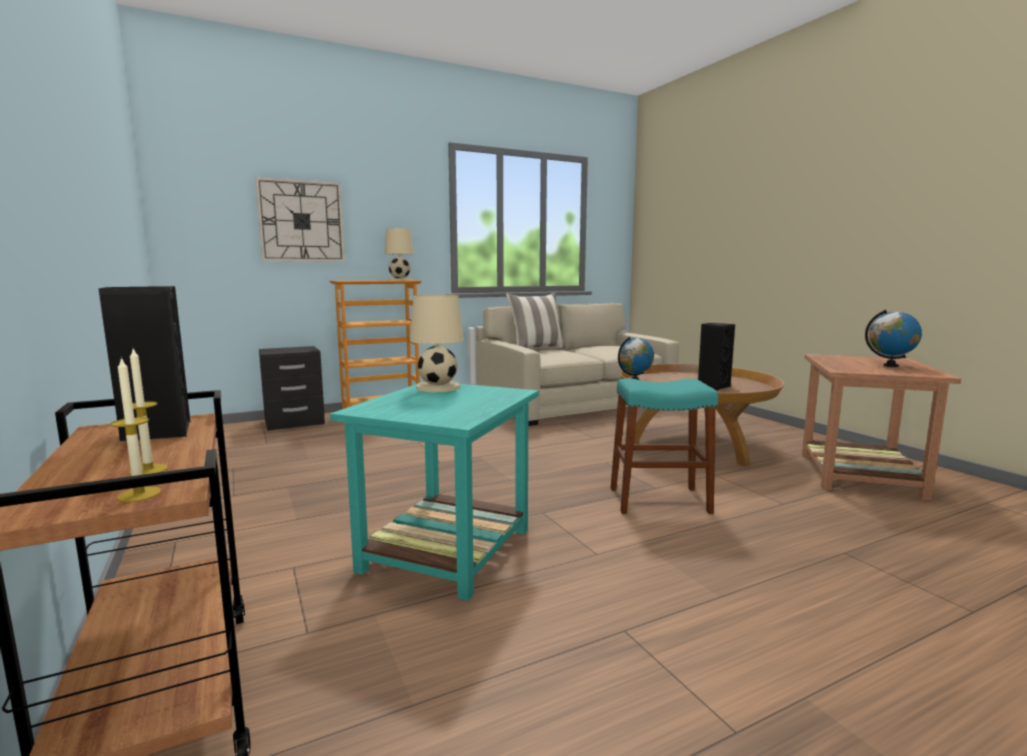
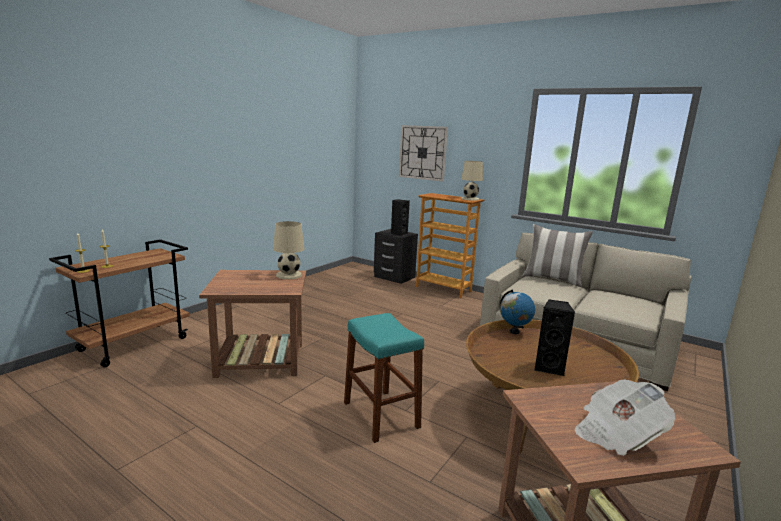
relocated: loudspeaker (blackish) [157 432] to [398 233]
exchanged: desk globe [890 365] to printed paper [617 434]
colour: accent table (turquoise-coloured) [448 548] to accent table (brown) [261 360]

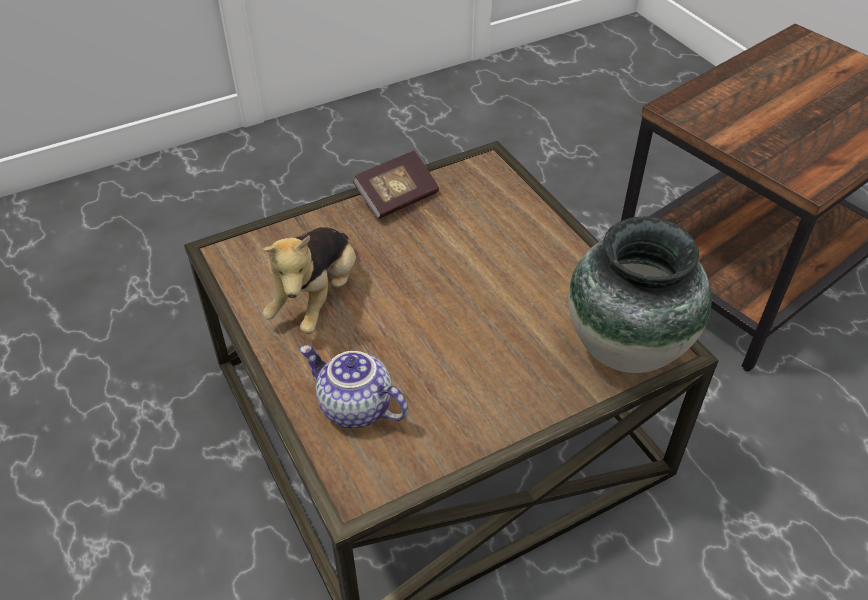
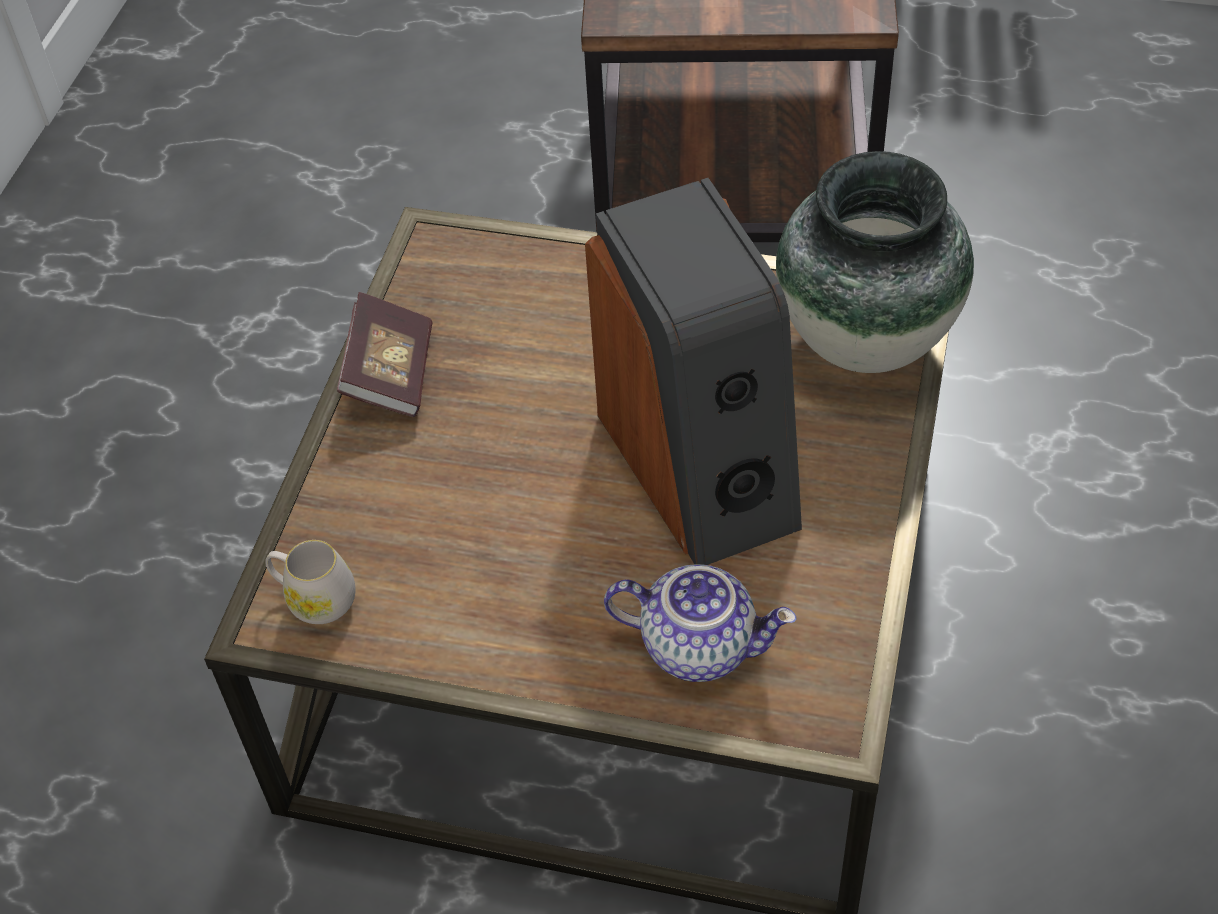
missing: cuddly toy [317 298]
appeared: mug (whitish) [314 599]; loudspeaker [701 466]
spun: tea pot [354 408] = [700 644] 150 degrees counterclockwise

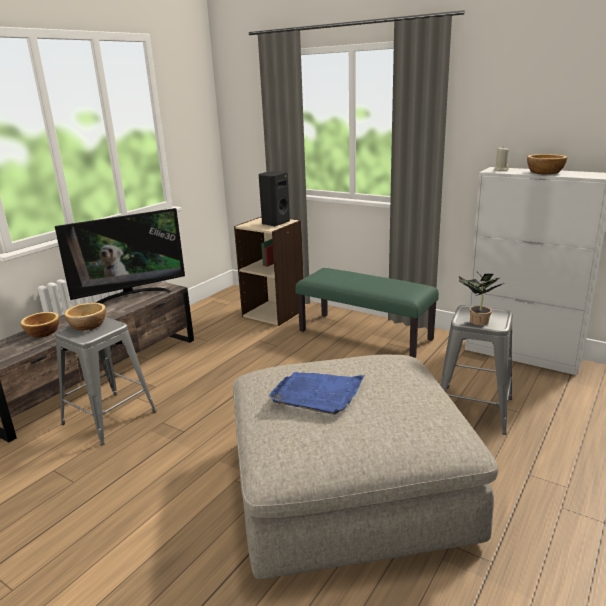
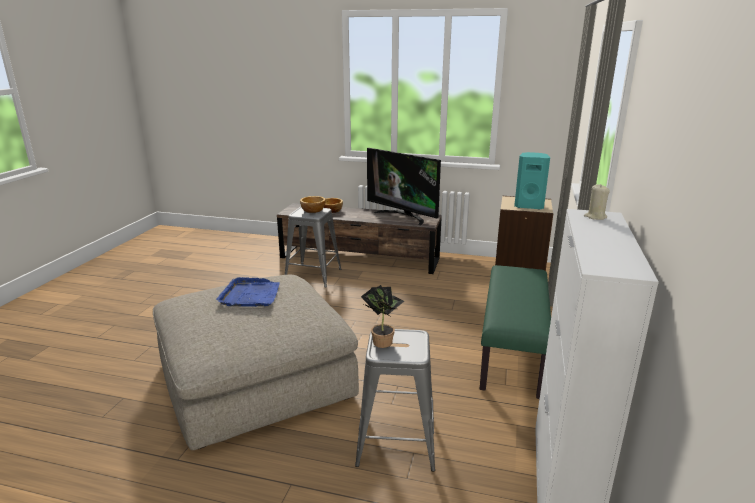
missing: bowl [544 172]
colour: loudspeaker (blackish) [274 223] to loudspeaker (turquoise-coloured) [529 206]

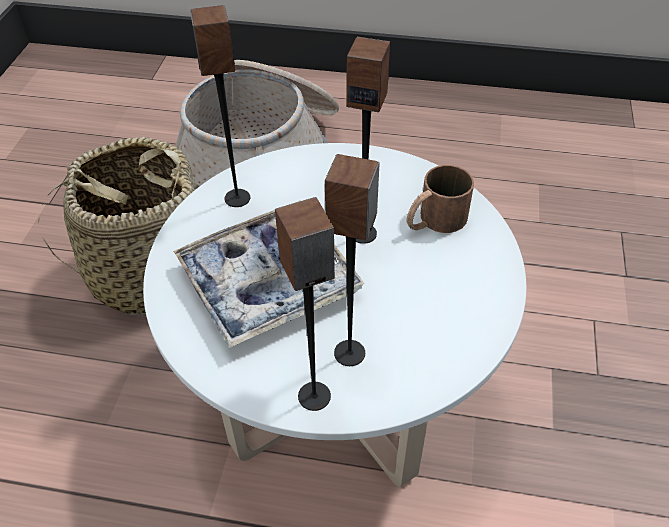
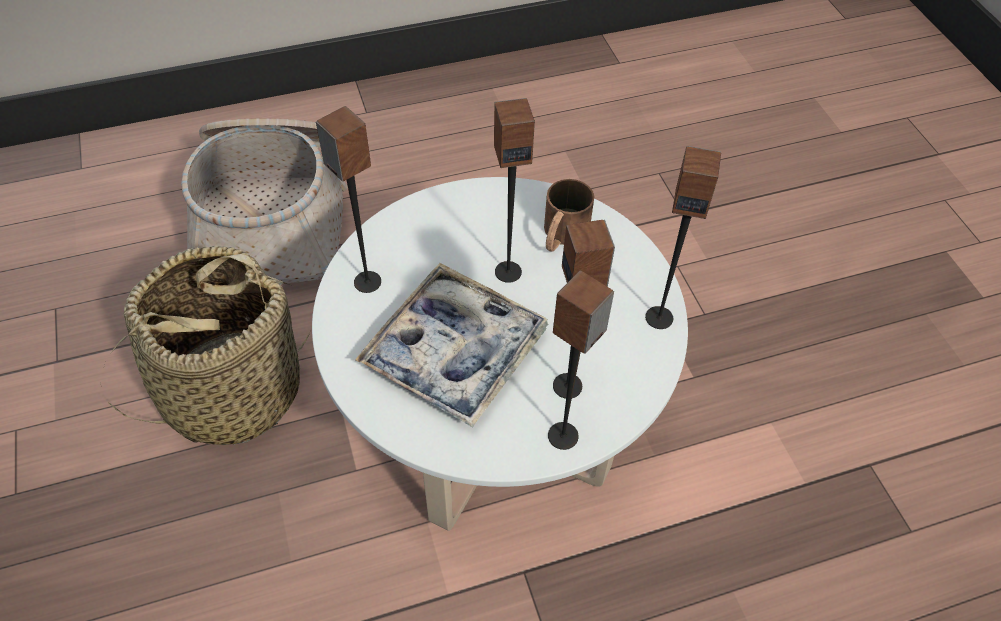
appeared: loudspeaker [659 317]

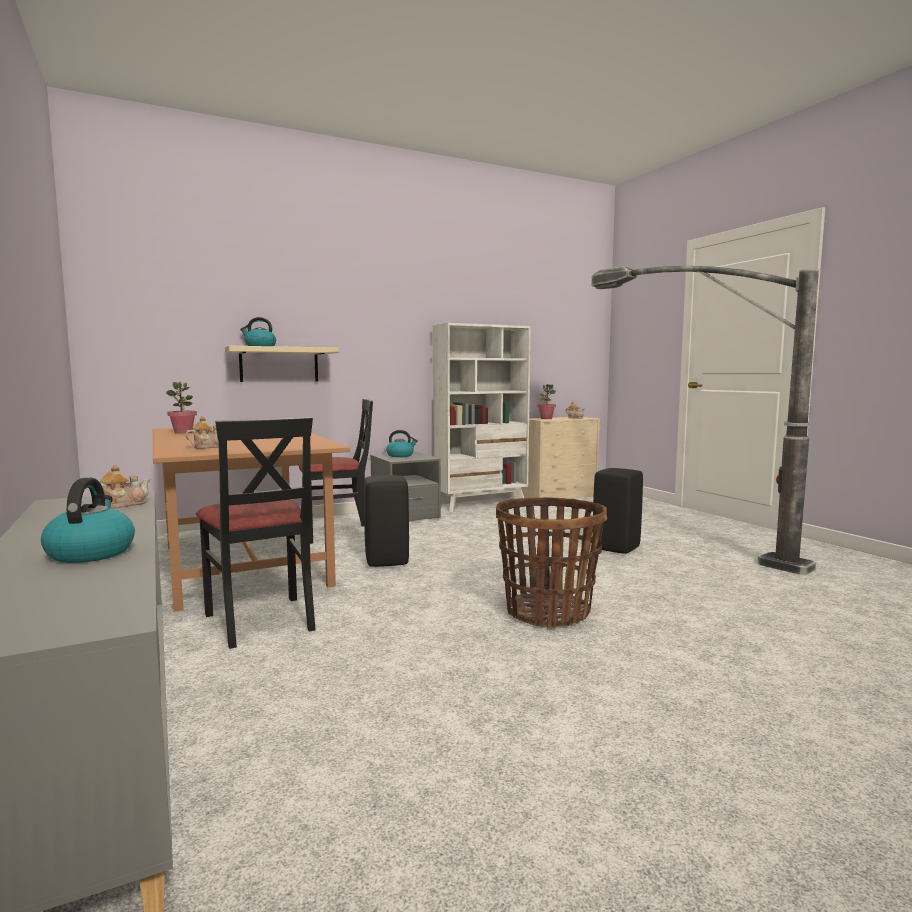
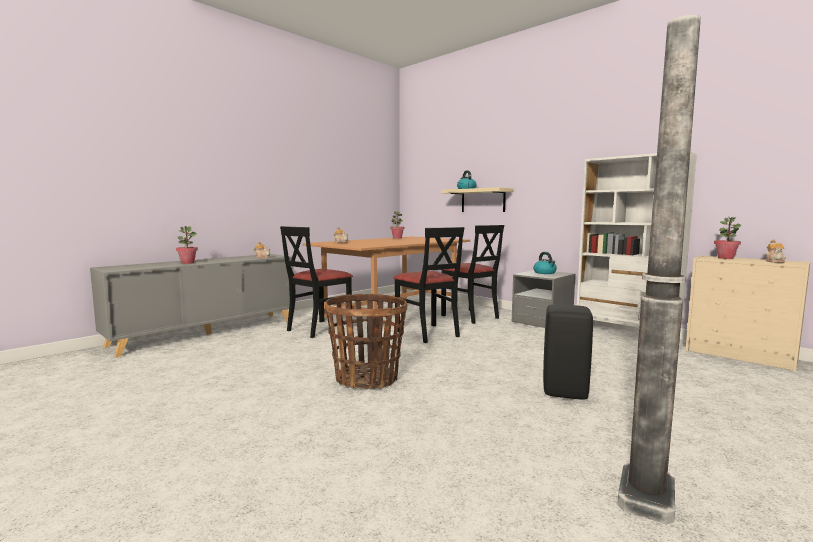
exchanged: water kettle [91 553] to plant in a pot [187 263]; stool (blackish) [387 562] to plain chair (blackish) [427 333]

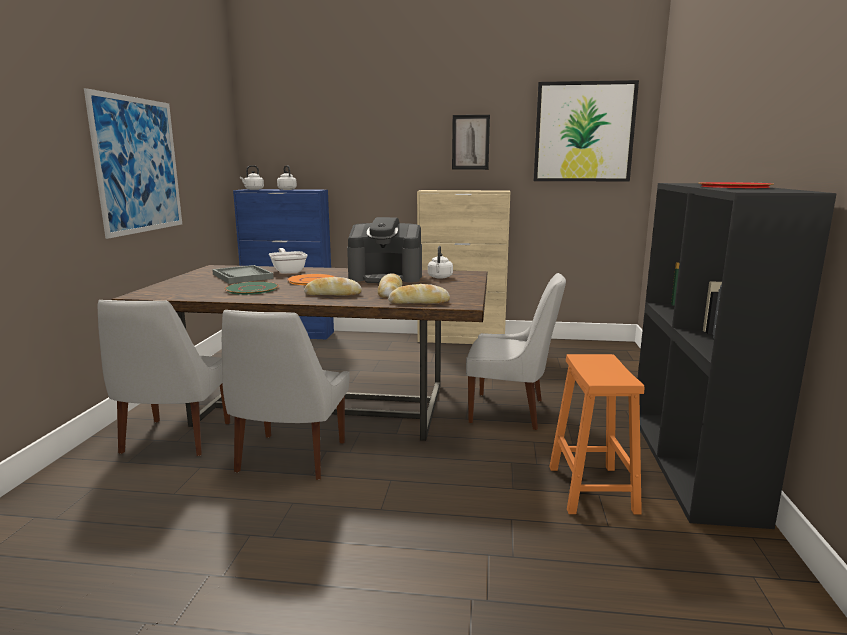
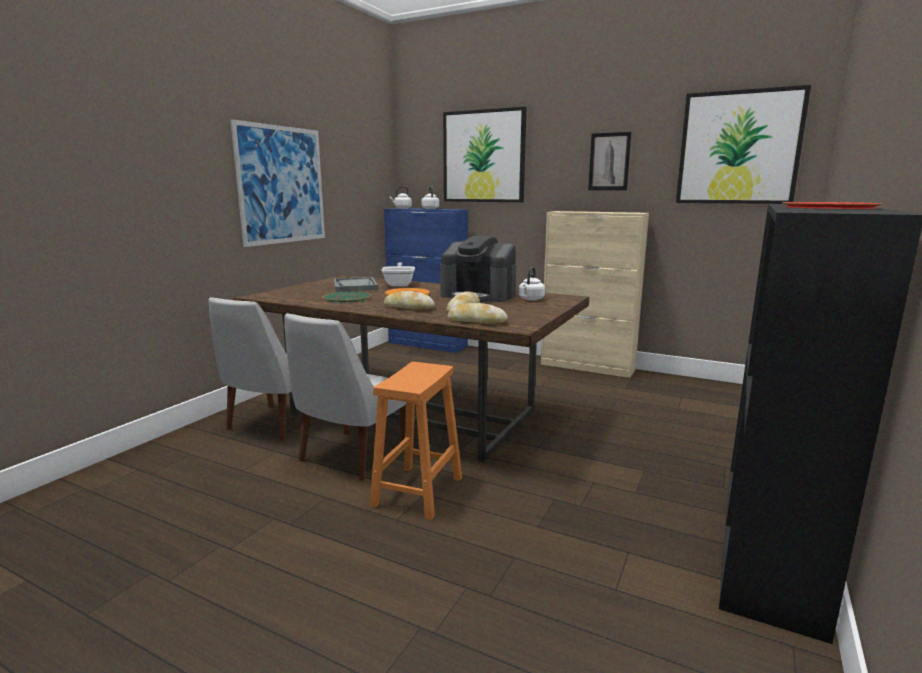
missing: plain chair (whitish) [510 411]
appeared: wall picture [483 156]
relocated: stool (orange-coloured) [592 490] to [417 492]

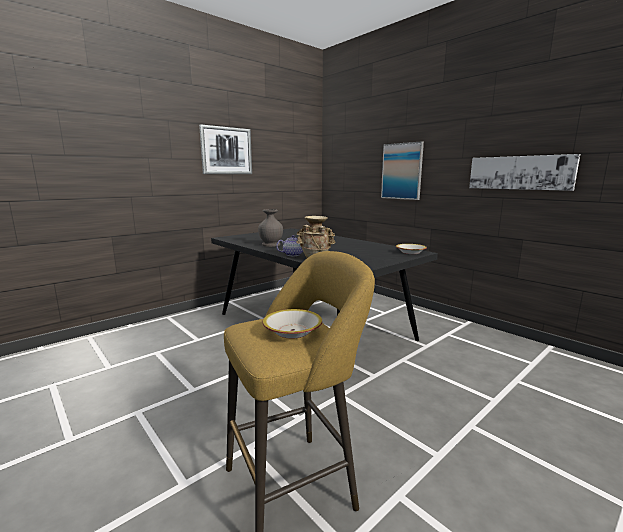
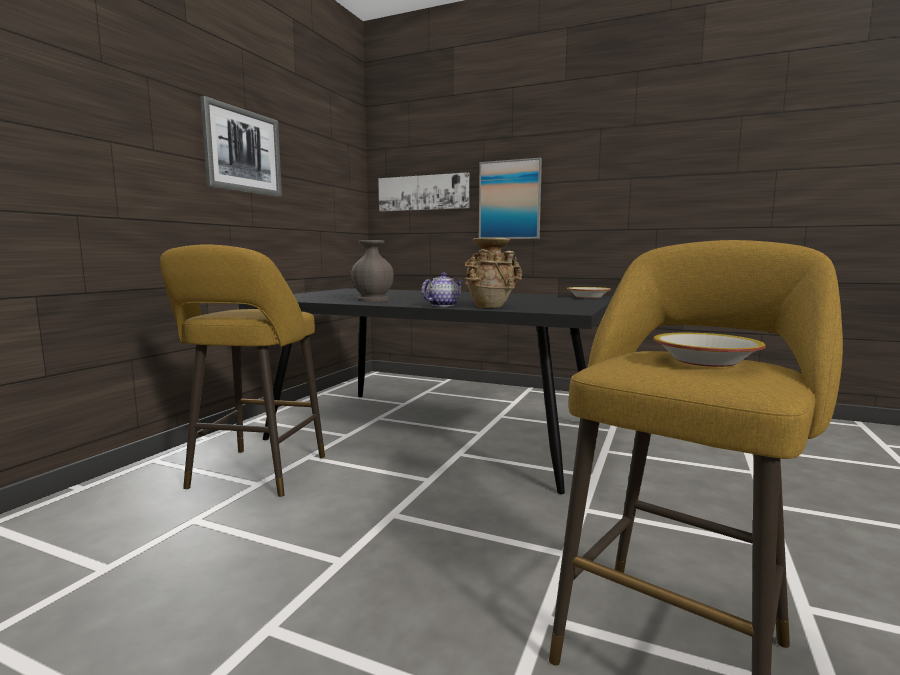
appeared: stool (yellowish) [254 475]
relocated: wall picture [519 172] to [423 193]

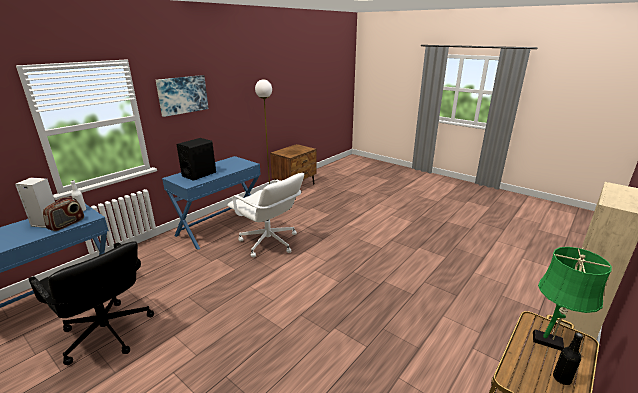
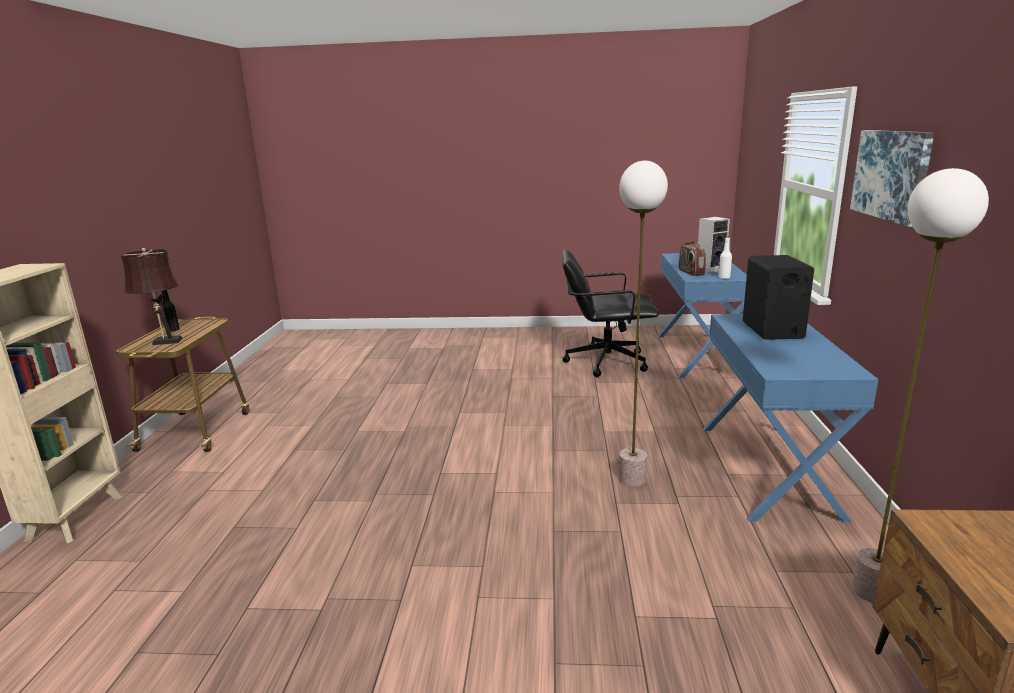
exchanged: office chair (whitish) [269 243] to standard lamp [631 479]
colour: lamp for a table (green) [551 342] to lamp for a table (brown) [164 342]

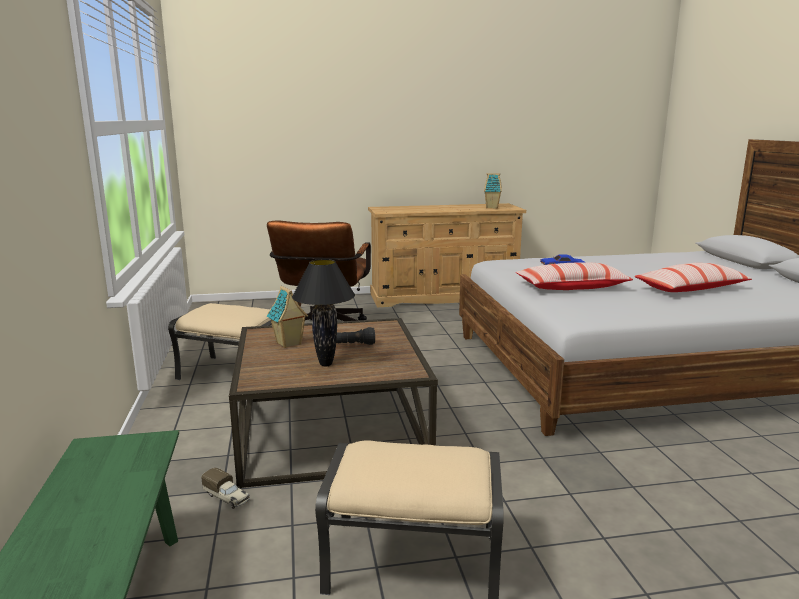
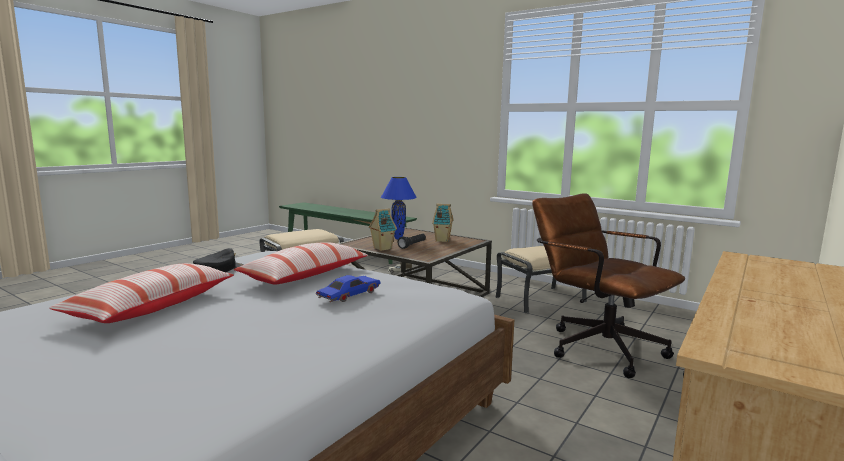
appeared: peaked cap (blackish) [219 269]
relocated: toy house [492 207] to [382 248]
colour: lamp for a table (blackish) [326 364] to lamp for a table (blue-coloured) [398 238]

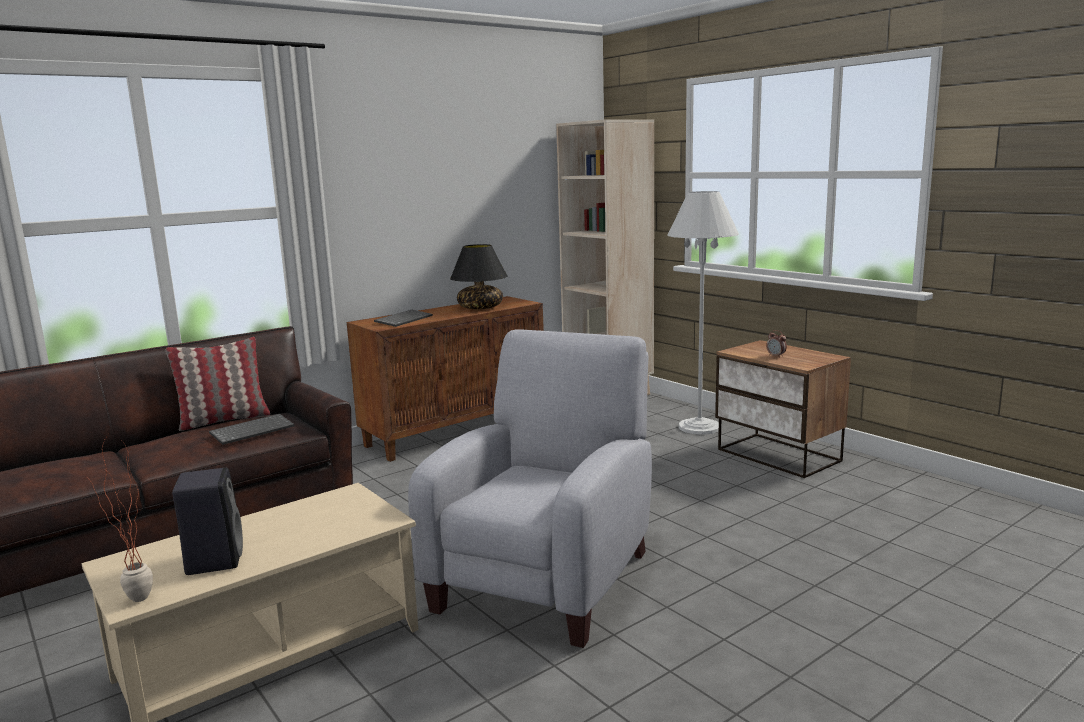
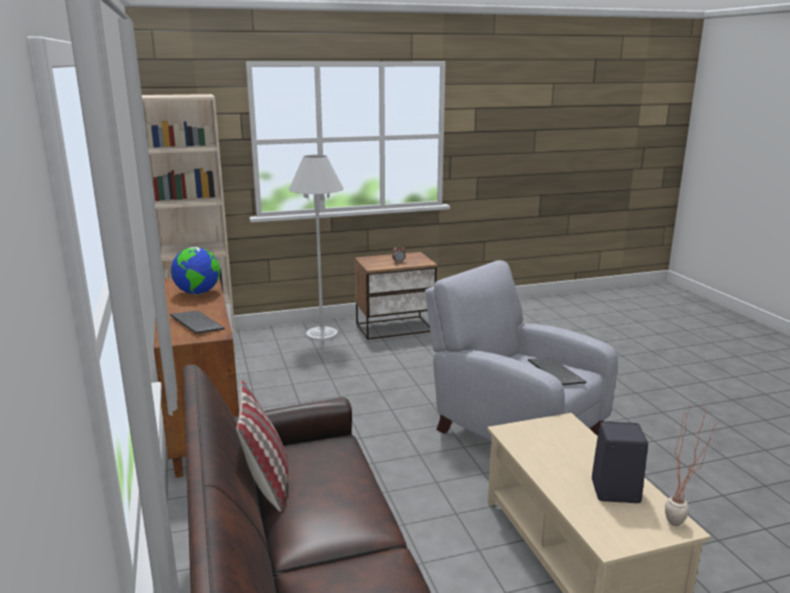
relocated: PC keyboard [253 430] to [554 372]
exchanged: lamp for a table (blackish) [480 308] to desk globe [198 293]

